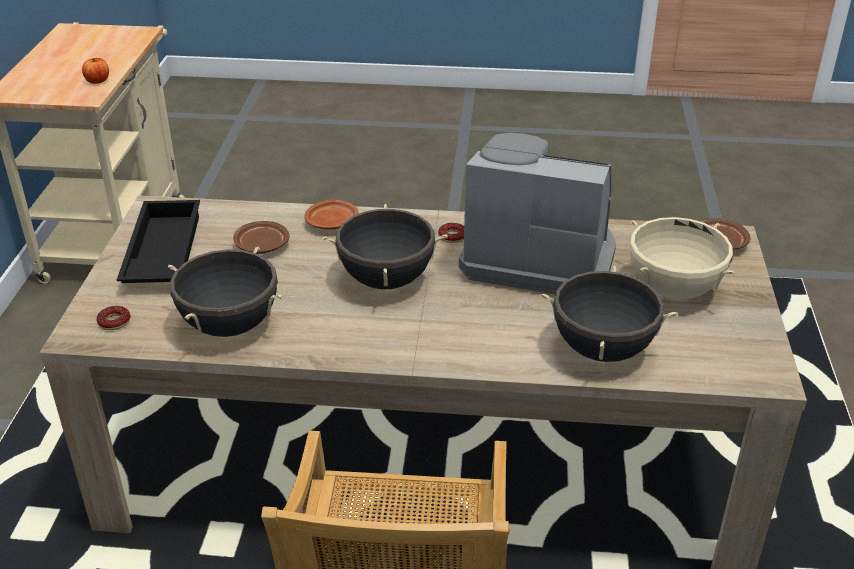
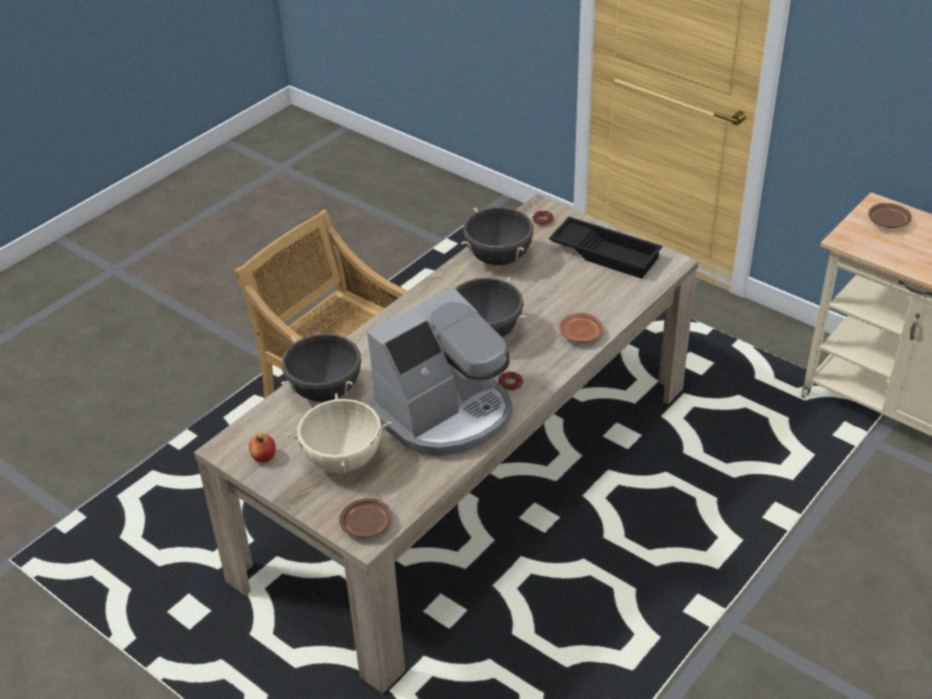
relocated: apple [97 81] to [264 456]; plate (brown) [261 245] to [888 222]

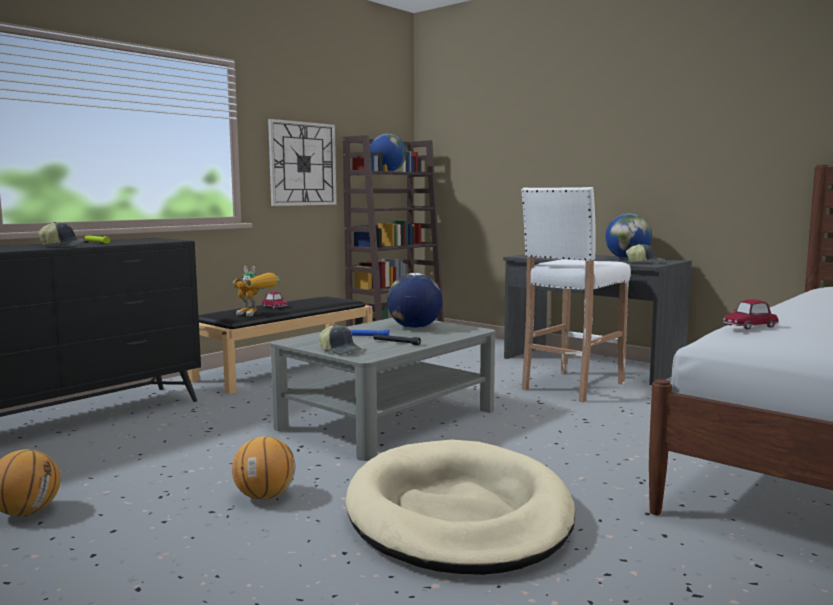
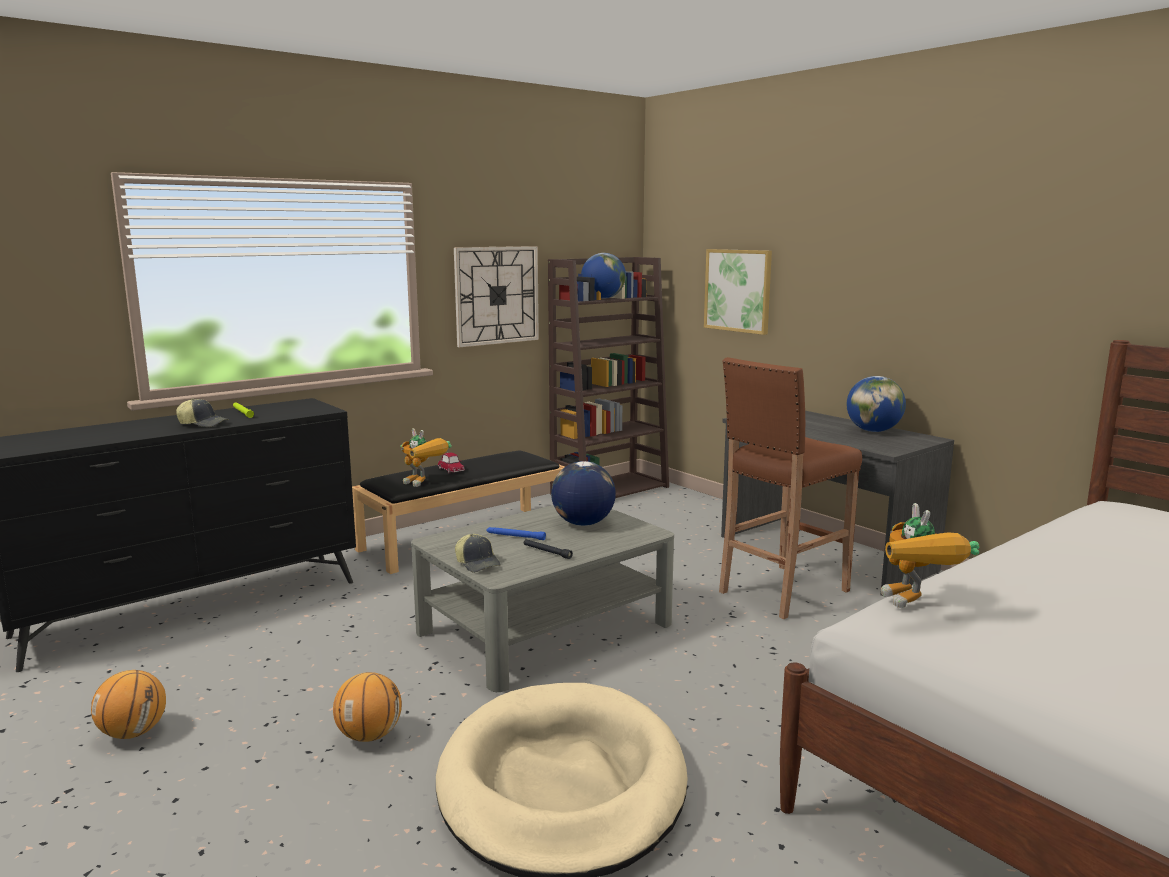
missing: peaked cap [645 263]
appeared: wall picture [738 290]
exchanged: miniature car [750 326] to robot figure [916 606]
colour: stool (whitish) [571 387] to stool (brown) [781 592]

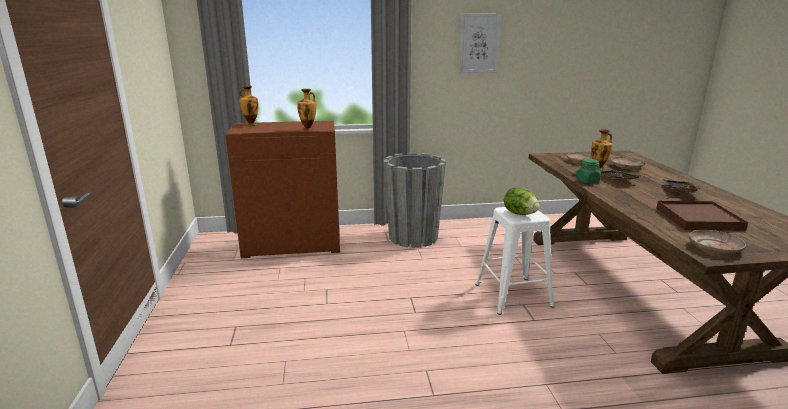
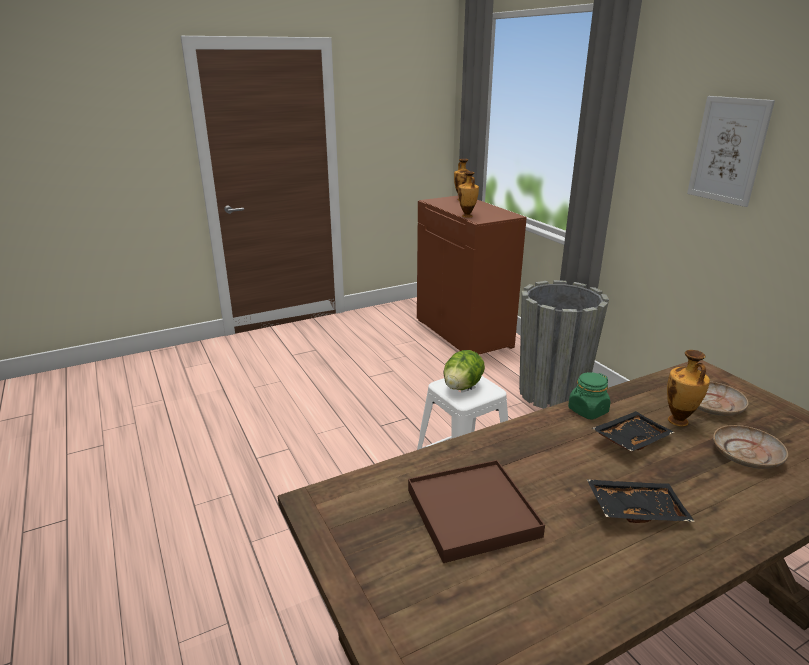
missing: plate (beige) [714 248]

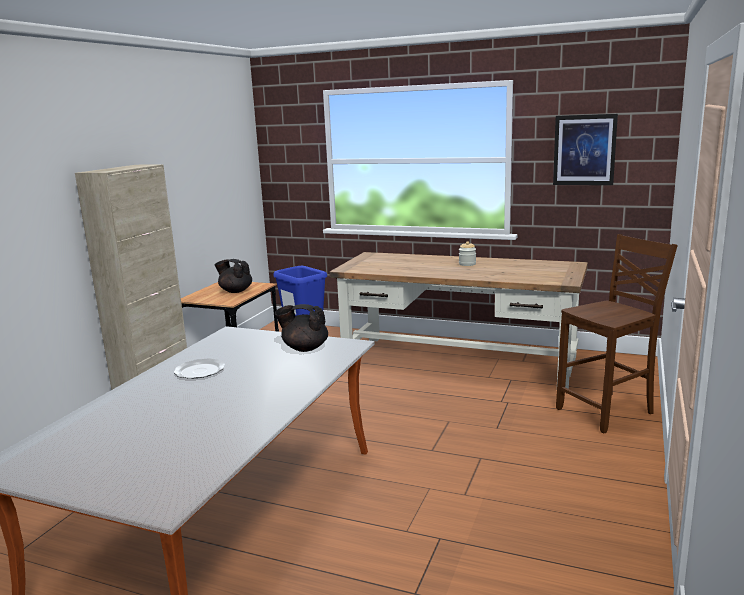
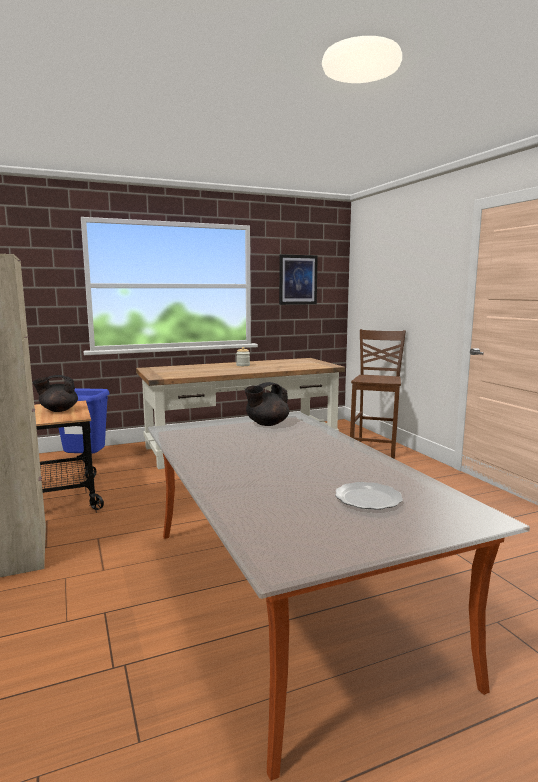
relocated: plate [200 371] to [369 499]

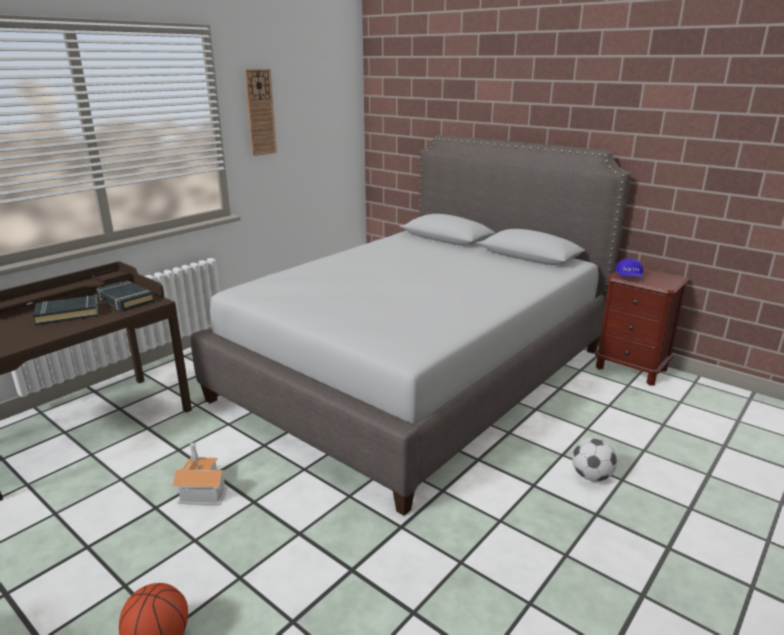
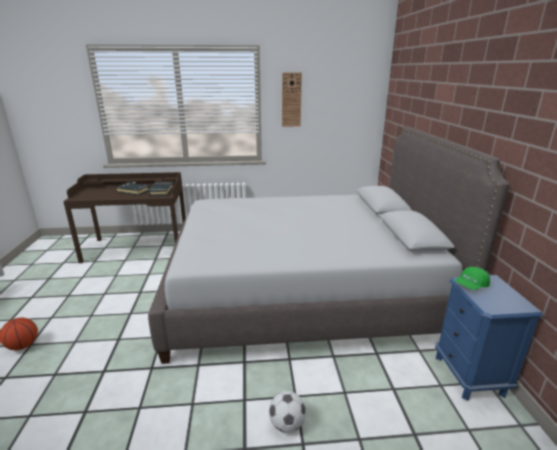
missing: toy house [202 489]
colour: nightstand (brown) [631 369] to nightstand (blue-coloured) [469 375]; peaked cap (blue-coloured) [629 277] to peaked cap (green) [471 285]

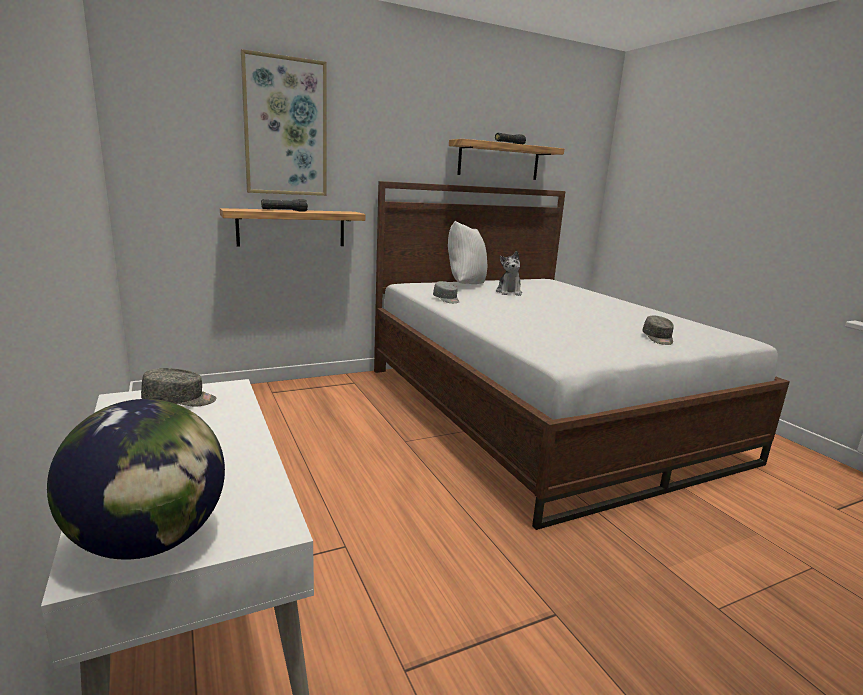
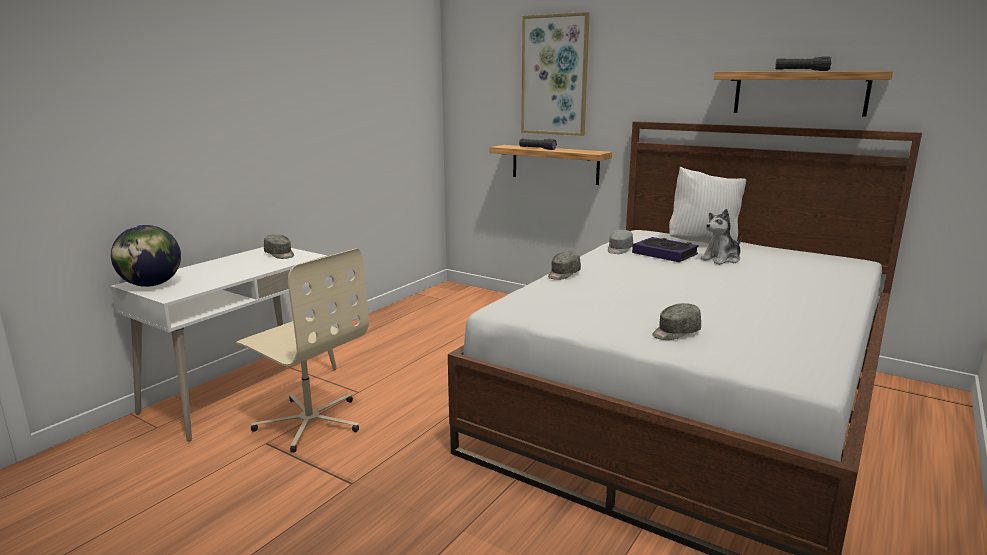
appeared: office chair (beige) [310 422]; peaked cap (greyish) [563 274]; book [665 254]

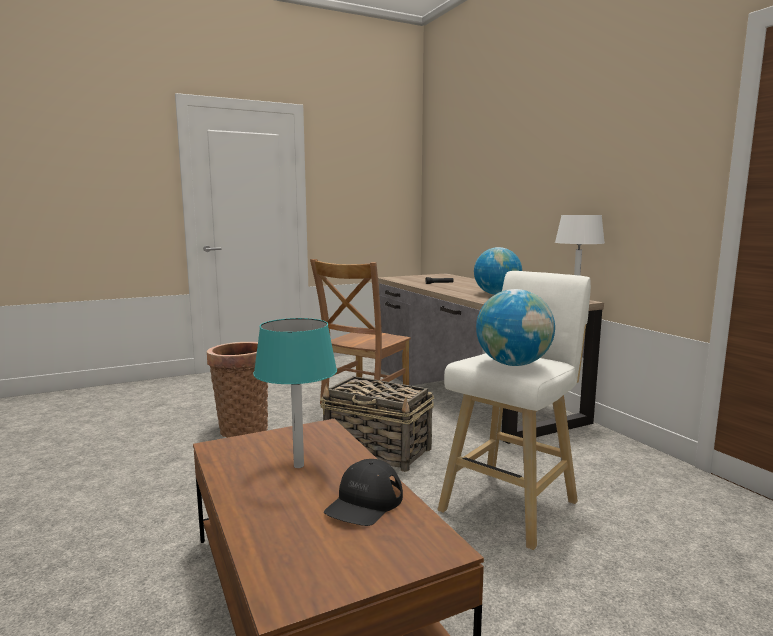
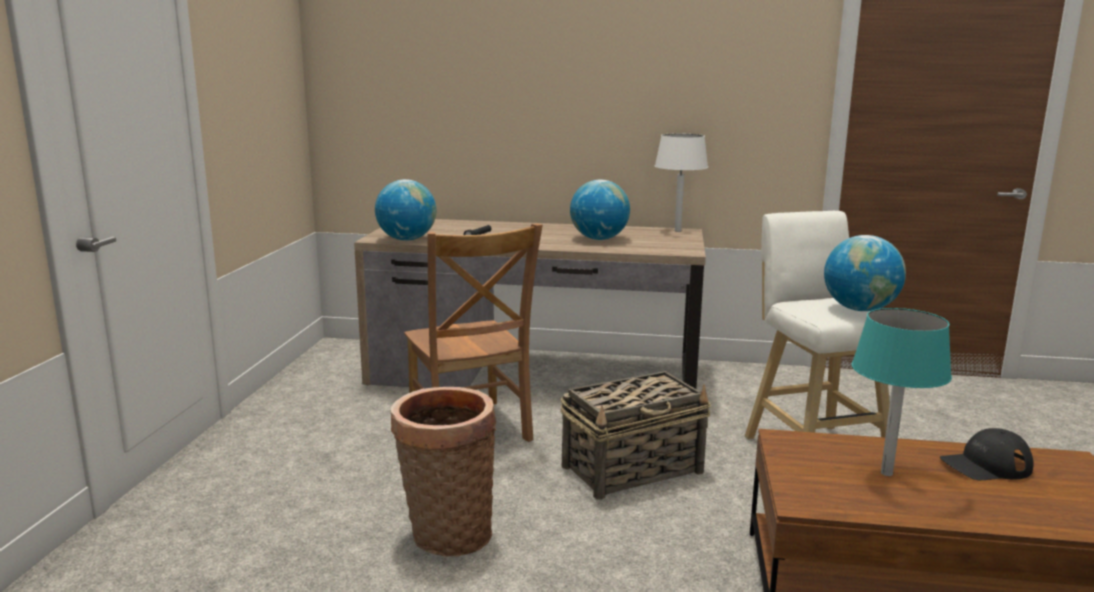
appeared: desk globe [407 239]
spun: peaked cap (blackish) [364 502] = [985 465] 105 degrees clockwise

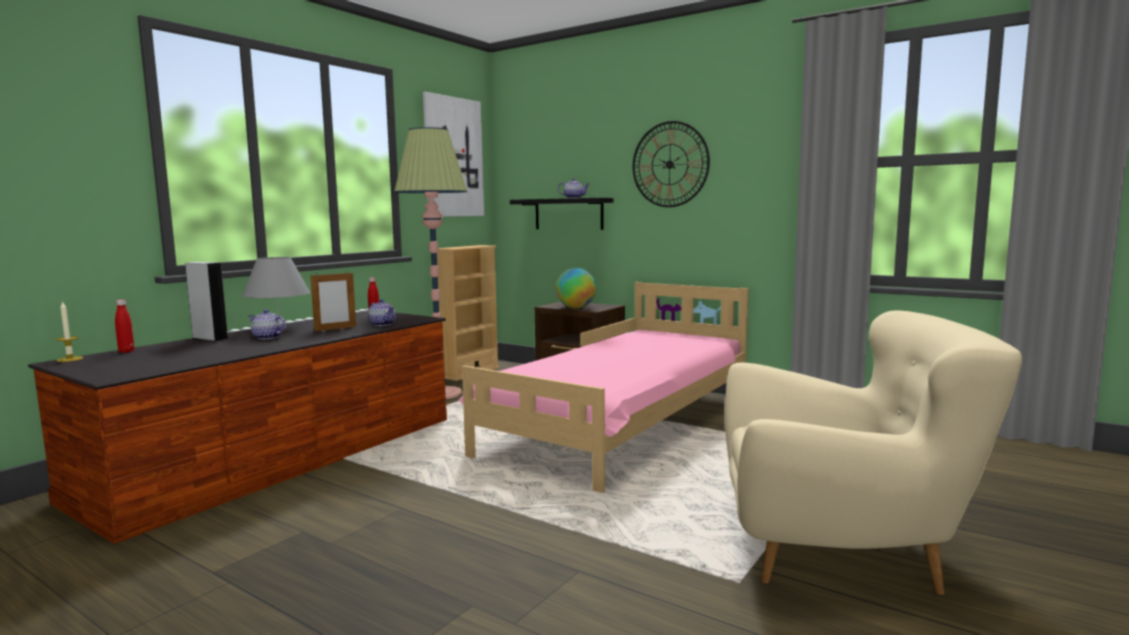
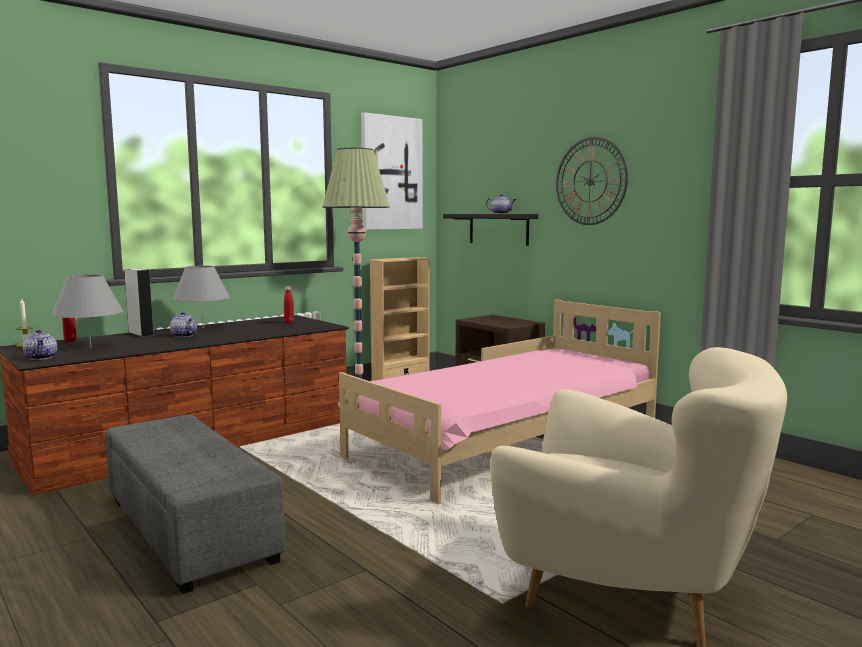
missing: picture frame [335 329]; desk globe [576 308]
appeared: lamp for a table (greyish) [90 347]; pouffe (greyish) [188 528]
relocated: tea pot [382 324] to [41 357]

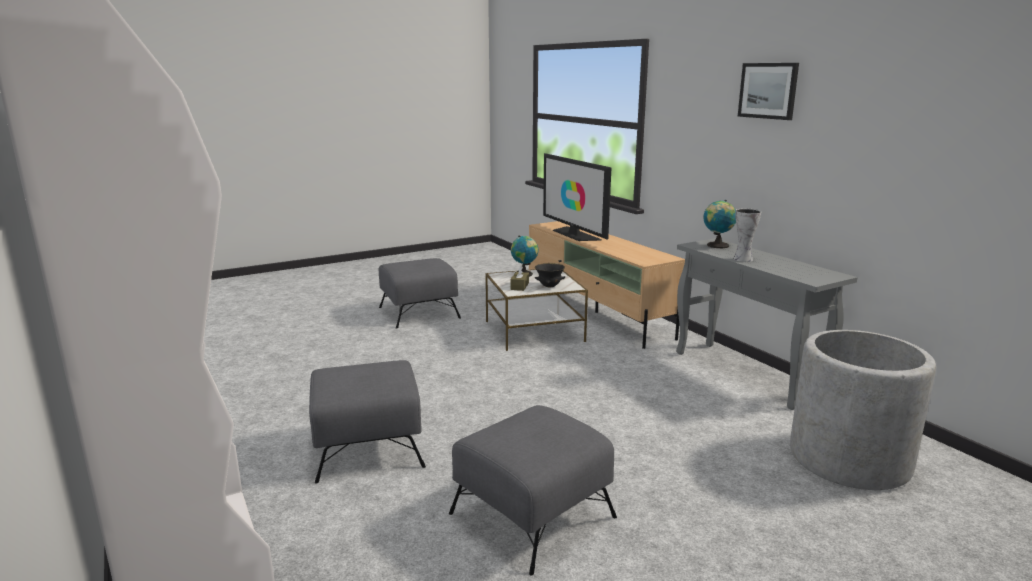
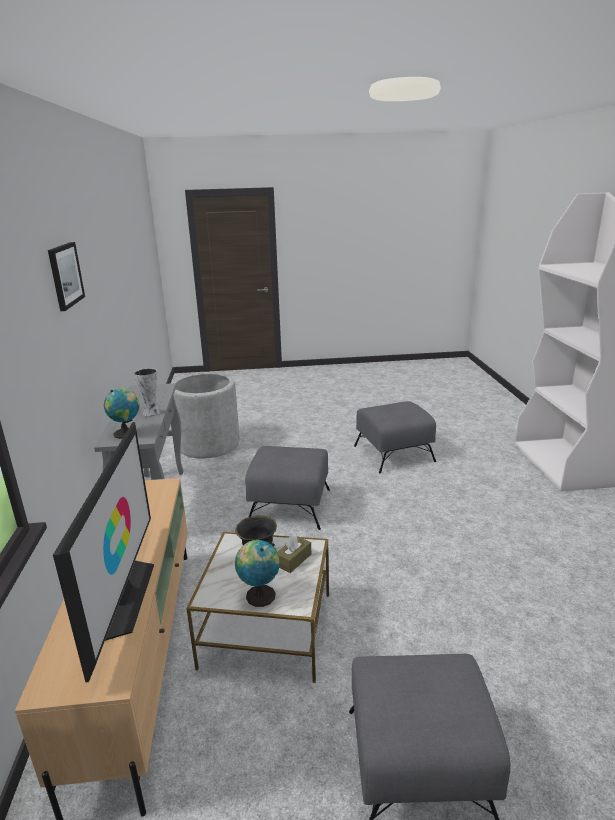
relocated: pouffe (greyish) [367 447] to [290 506]

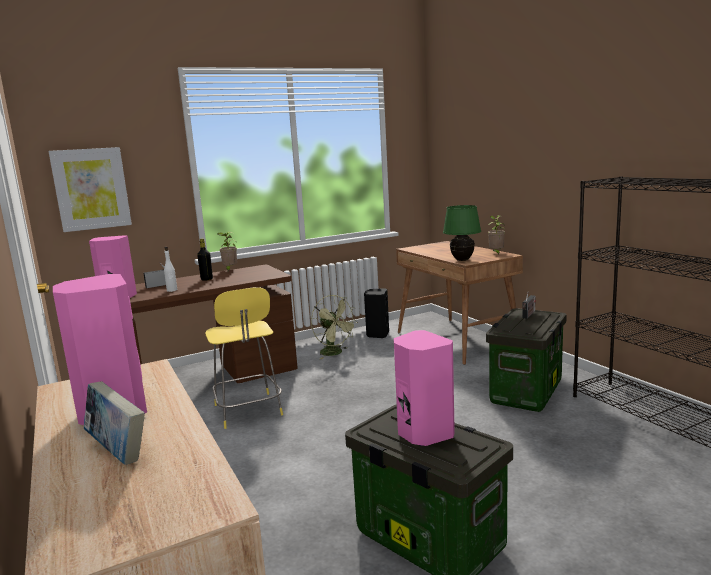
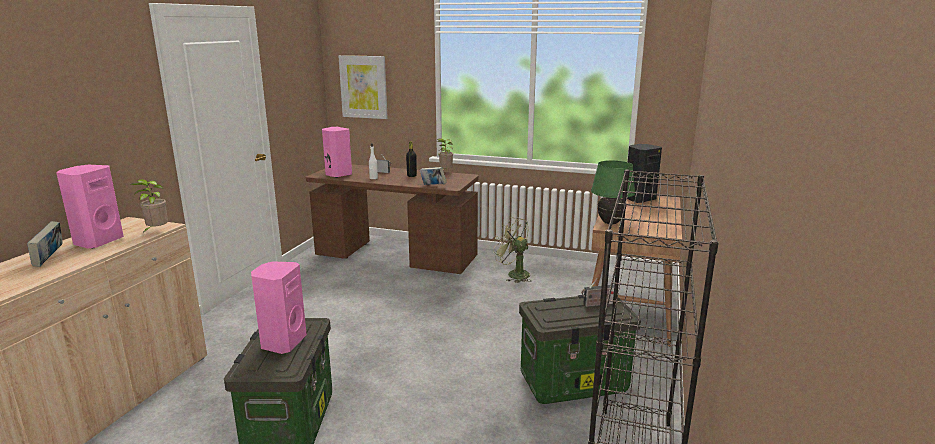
missing: stool (yellowish) [248 411]
appeared: book [433 186]
relocated: loudspeaker (blackish) [377 335] to [639 199]; plant in a pot [496 253] to [156 231]
spun: electric fan (green) [335 353] = [513 274] 120 degrees clockwise

